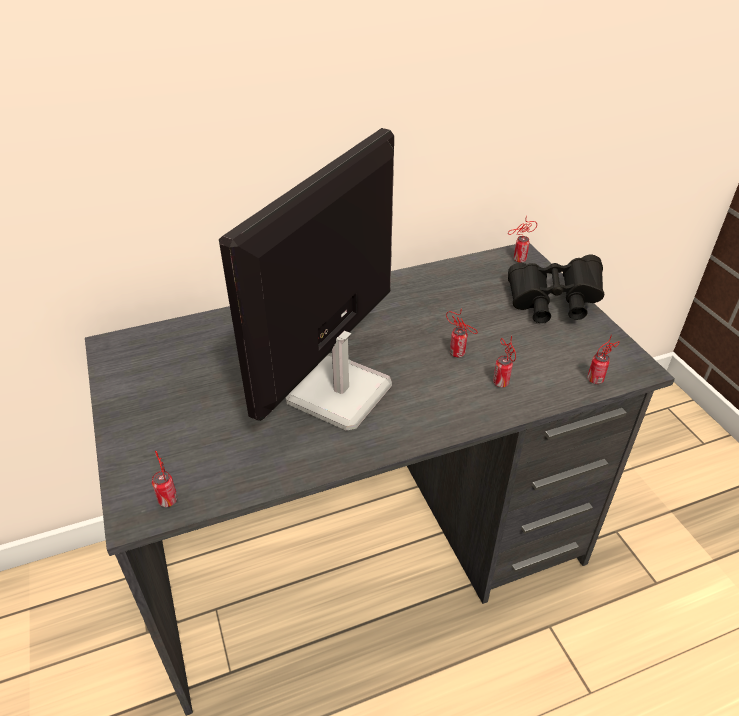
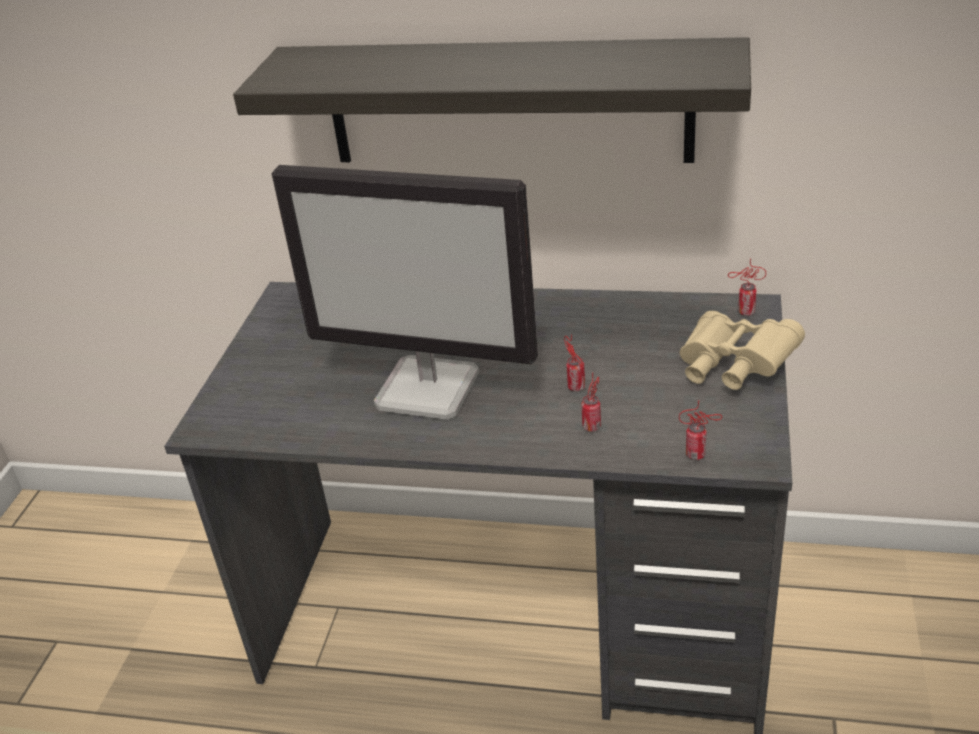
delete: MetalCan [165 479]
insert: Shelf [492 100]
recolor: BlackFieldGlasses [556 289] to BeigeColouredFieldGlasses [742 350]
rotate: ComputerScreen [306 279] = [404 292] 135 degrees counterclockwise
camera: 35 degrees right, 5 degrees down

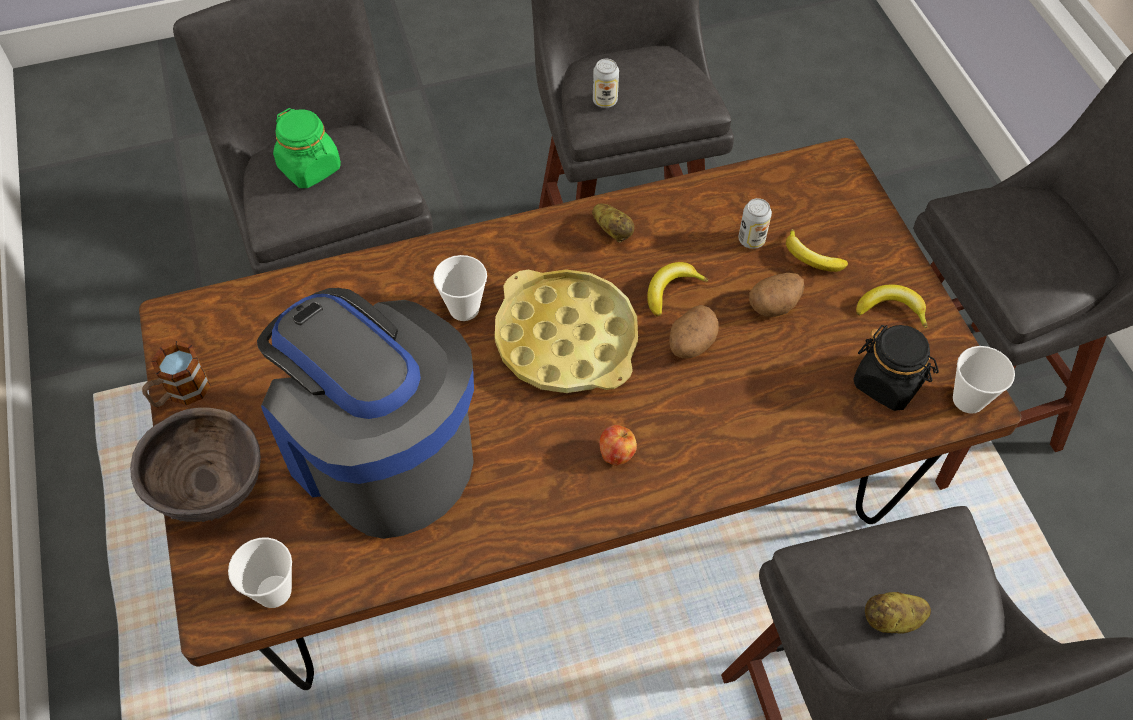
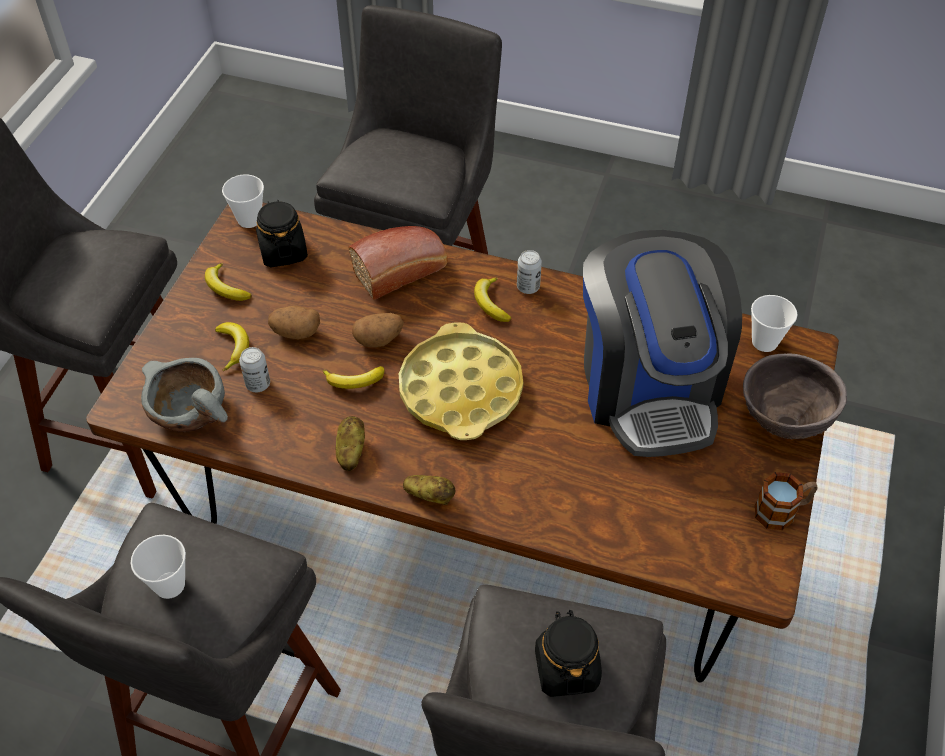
insert: GreyishBowl [184 395]; BakeryBread [398 263]
move: DrinkingCup [460 288] to [158 567]; Spud [898 613] to [429 490]; MetalCan [606 83] to [529 272]
replace: Apple [618 445] to WholeBanana [493 299]
recolor: GreenColouredJar [307 148] to BlackJar [568 653]
camera: 145 degrees left, 5 degrees down

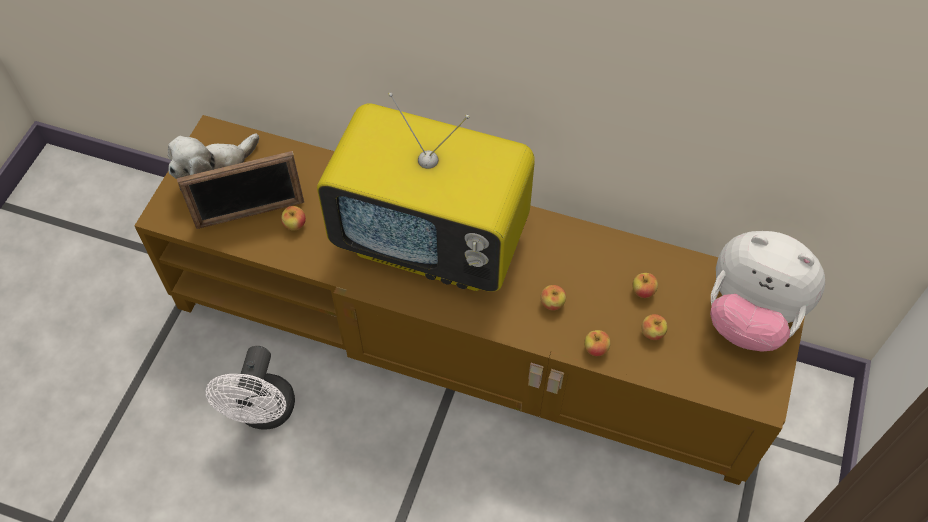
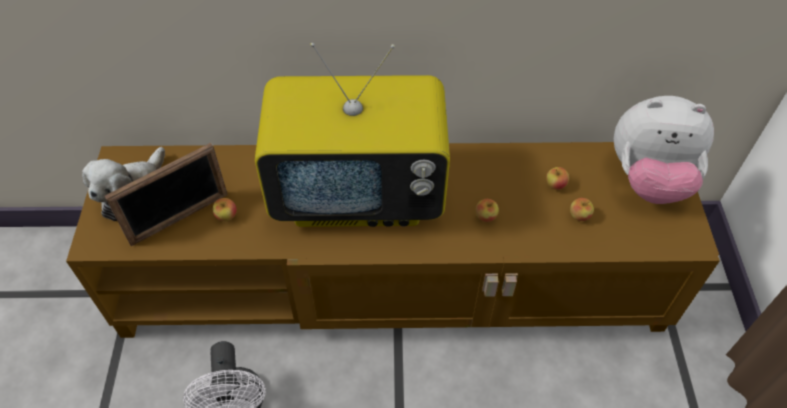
delete: Apple [597 343]
camera: 20 degrees left, 5 degrees down

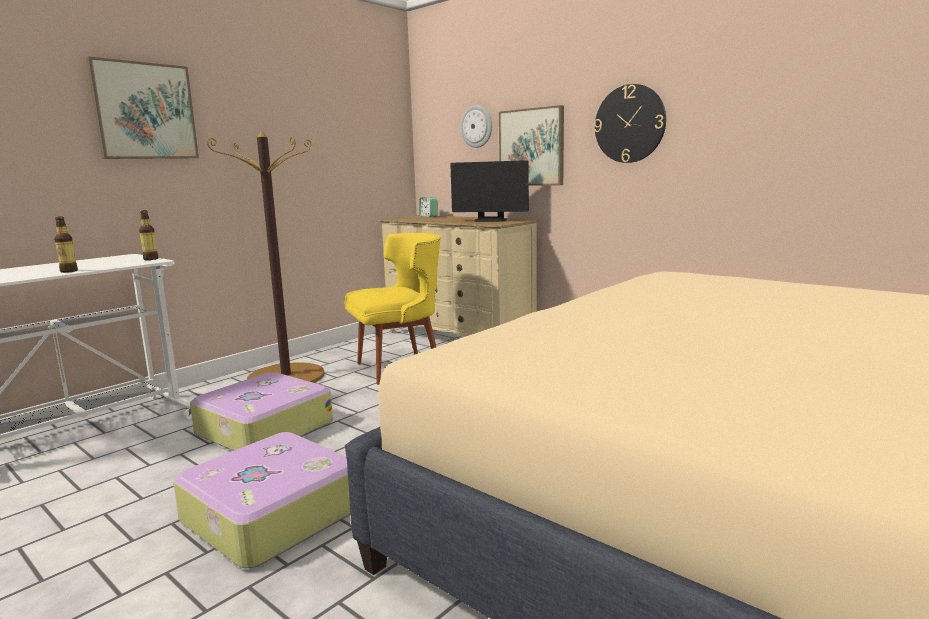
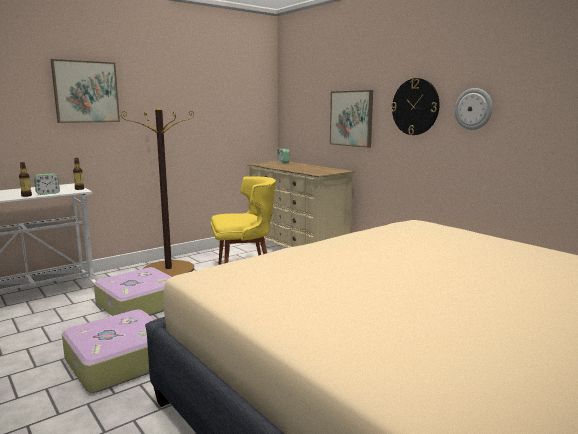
delete: ComputerScreen [489 191]
insert: BedsideClock [47 184]
move: ClockOnTheWall [476 126] to [474 109]
camera: 10 degrees right, 0 degrees up

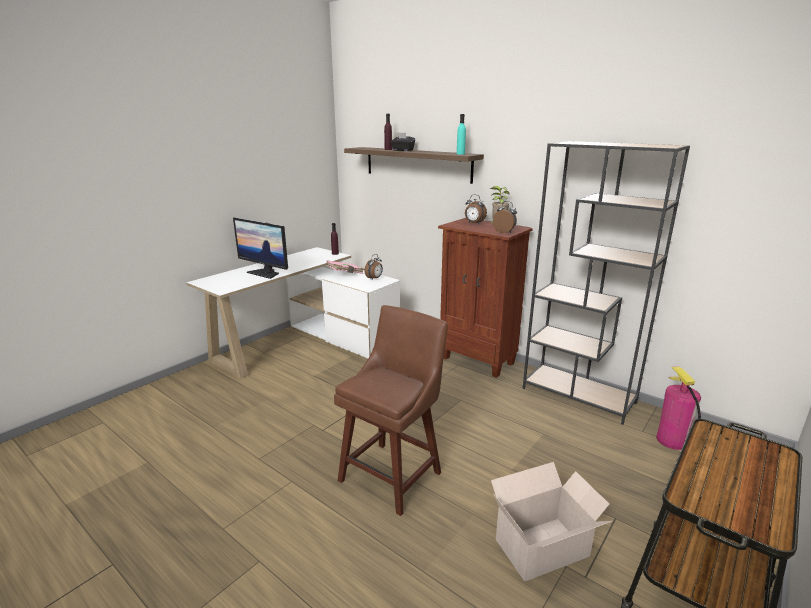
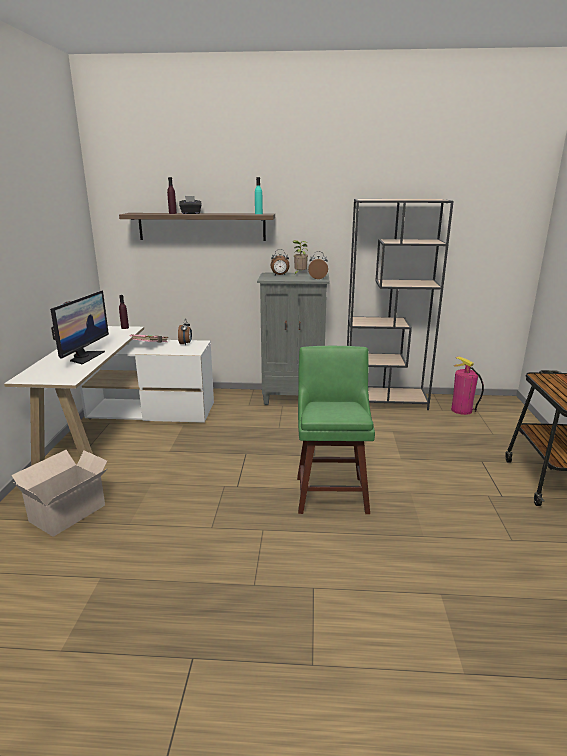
move: PackingBox [551 521] to [59 493]
recolor: BrownishCabinet [485 298] to GreyishCabinet [293 338]; BrownishUprightChair [391 410] to GreenColouredUprightChair [336 430]
rotate: ComputerScreen [260 248] = [79 327] 75 degrees counterclockwise
camera: 35 degrees left, 0 degrees up

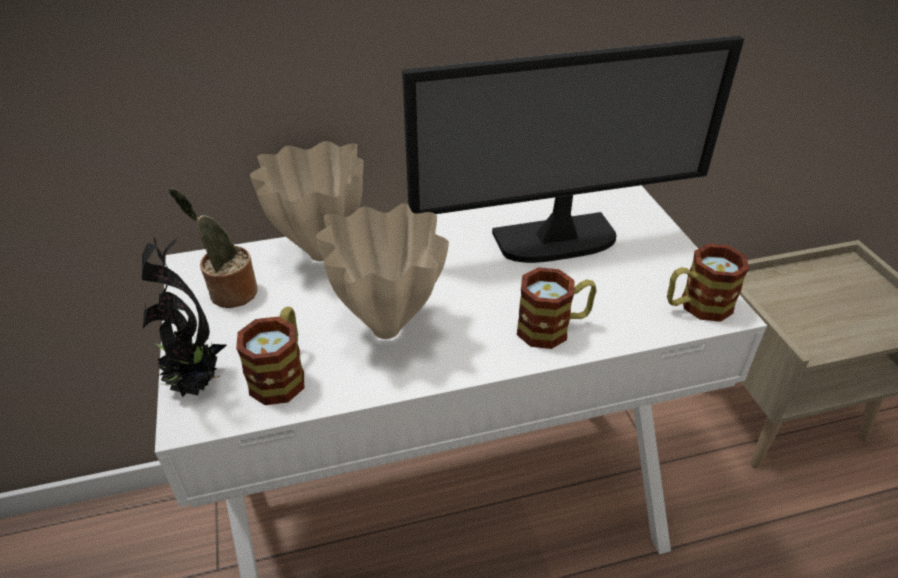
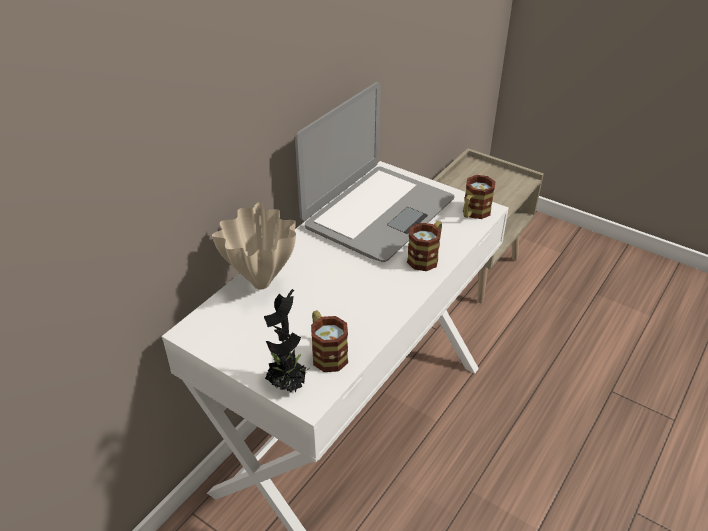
delete: Houseplant [213 248]; BeigeColouredFlowerVase [382 271]
replace: ComputerScreen [573 149] to NotebookComputer [374 172]
camera: 40 degrees left, 0 degrees up

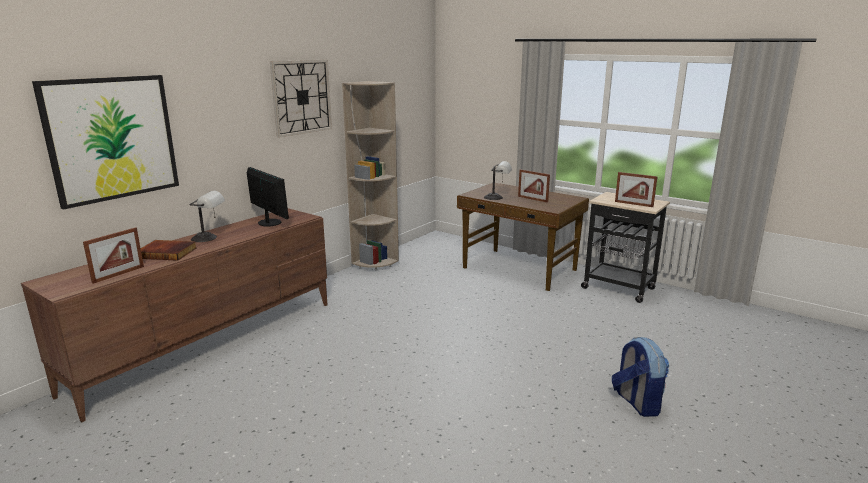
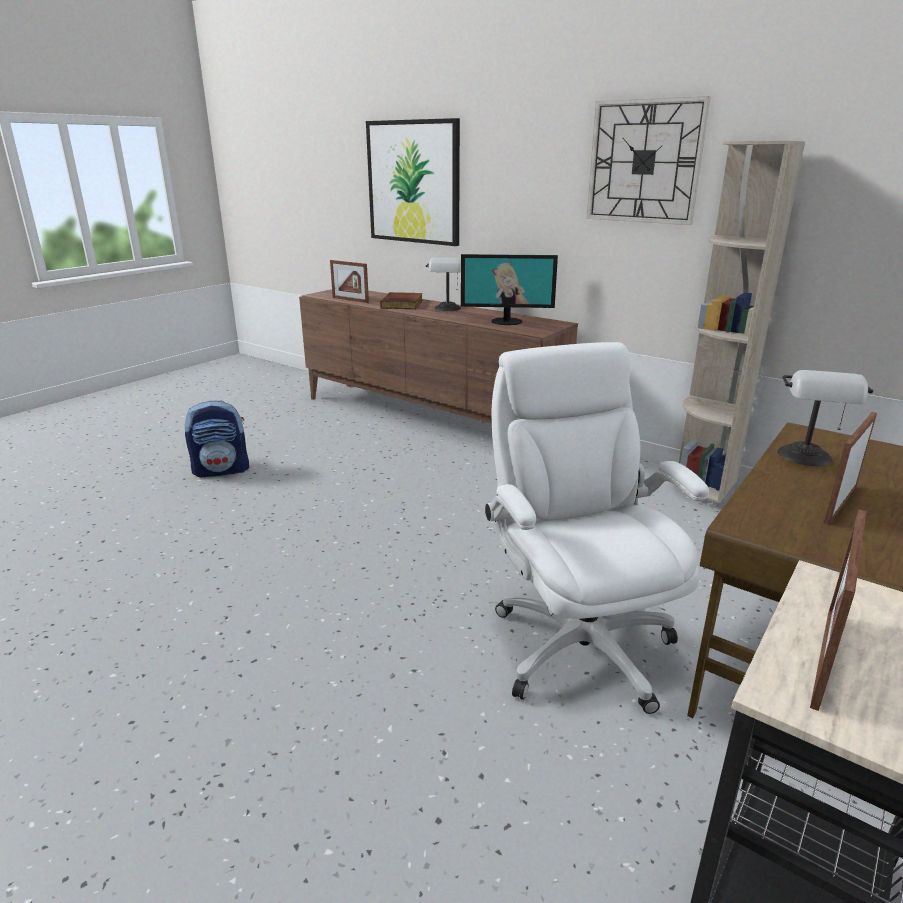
insert: WhiteOfficeChair [597 528]
move: Rucksack [641 377] to [217 438]
rotate: ComputerScreen [268 196] = [509 289] 45 degrees clockwise
camera: 90 degrees right, 5 degrees up

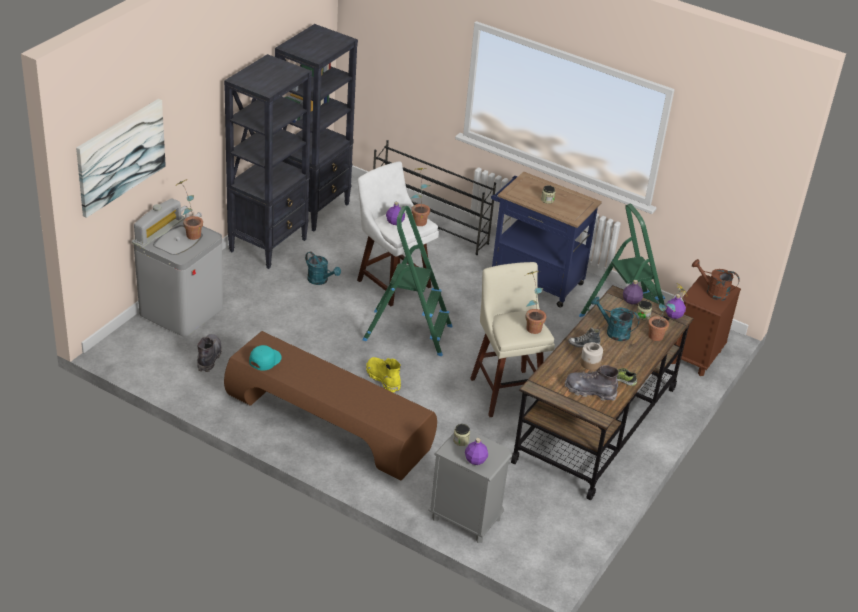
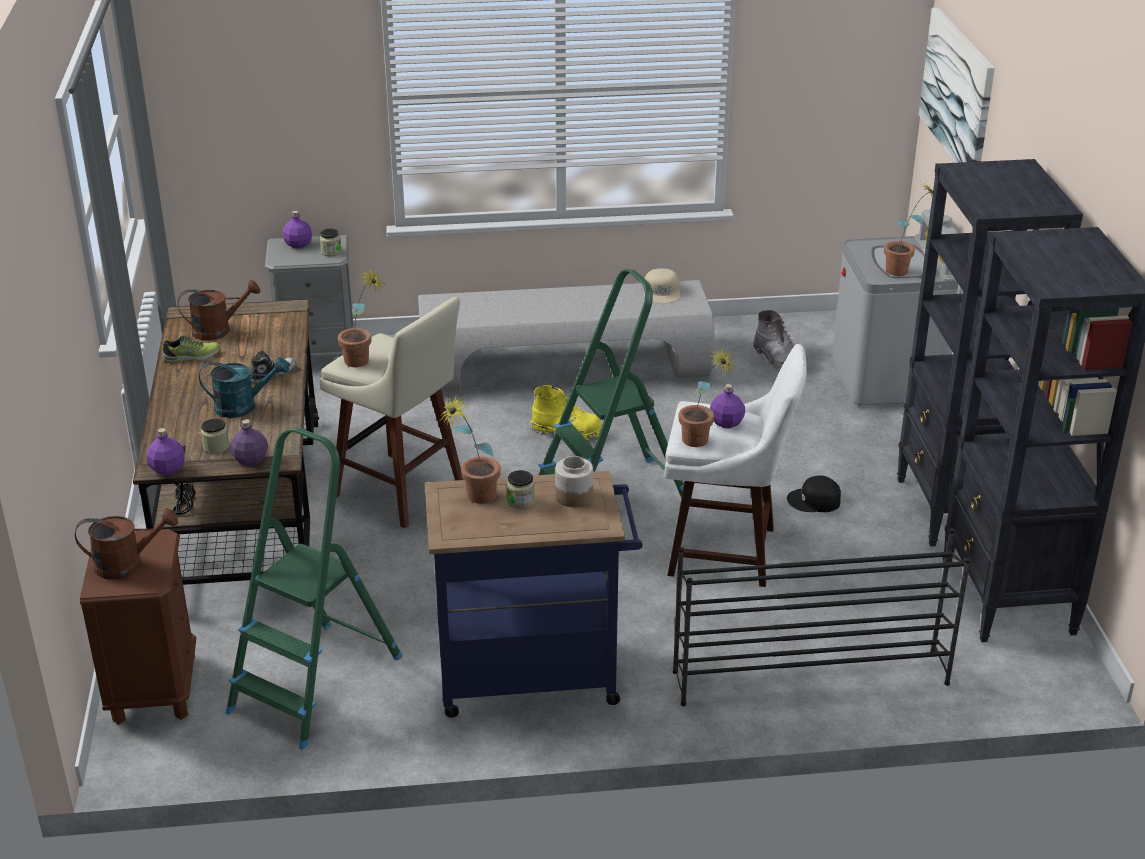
move: Houseplant [667 312] to [470 449]; Jar [591 356] to [574 481]
replace: GreyishHighTopBoot [591 383] to BrownishWateringCan [218 310]; TurquoiseColouredWateringCan [323 268] to BlackCap [814 493]
recolor: BrownishIndoorBench [330 405] to GreyishIndoorBench [566 336]; TurquoiseColouredCap [265 358] to BeigeColouredCap [662 285]
camera: 145 degrees right, 5 degrees down

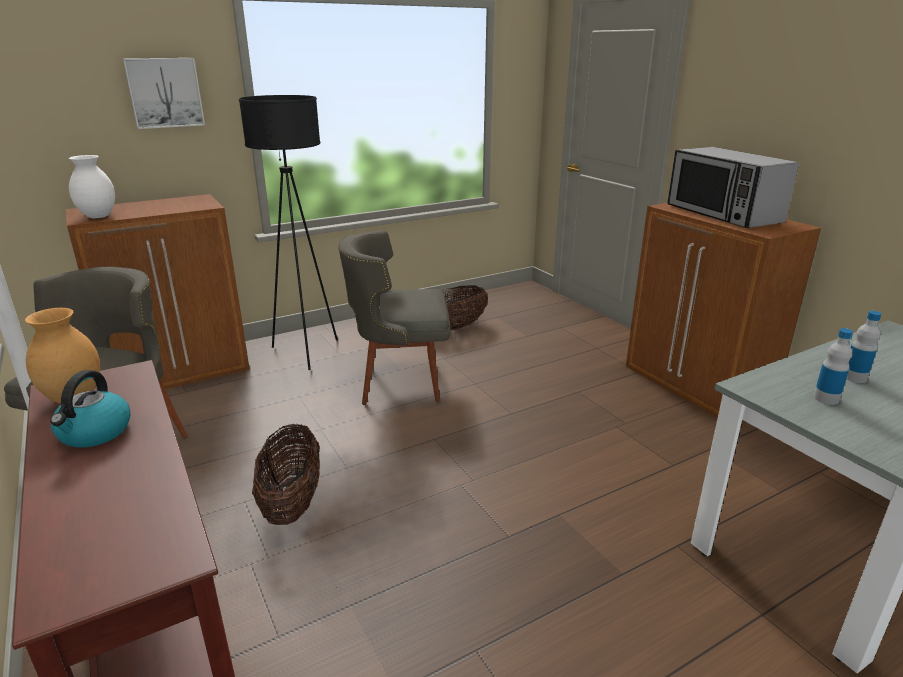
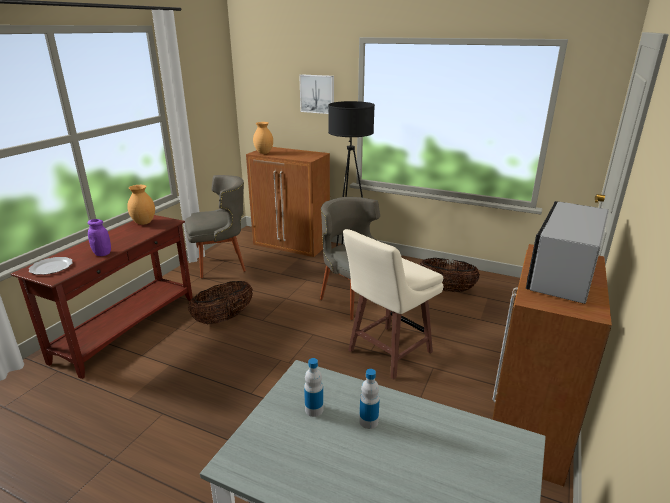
delete: WaterKettle [90 409]
insert: FlatDish [51 266]; PurpleJar [99 237]; BeigeColouredStoolSeat [393 304]
recolor: WhiteFlowerVase [92 186] to BrownishFlowerVase [263 138]
camera: 55 degrees right, 0 degrees up

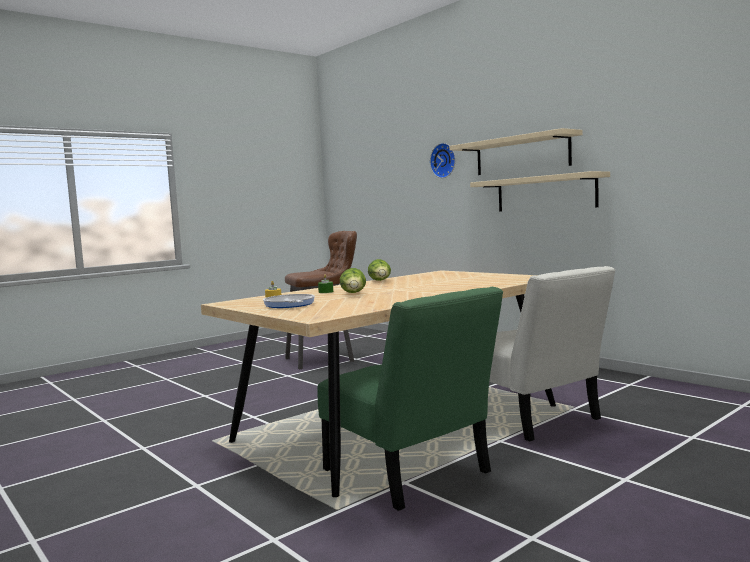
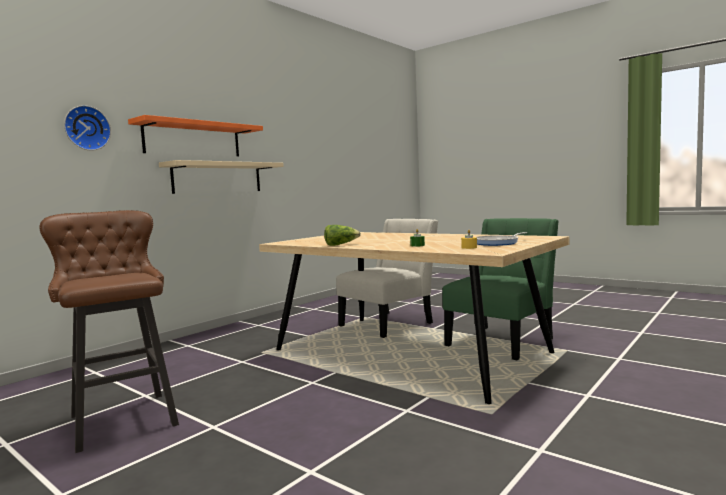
delete: LettuceHead [353 280]
recolor: BeigeColouredShelf [515 151] to OrangeShelf [195 135]
camera: 100 degrees left, 0 degrees up

